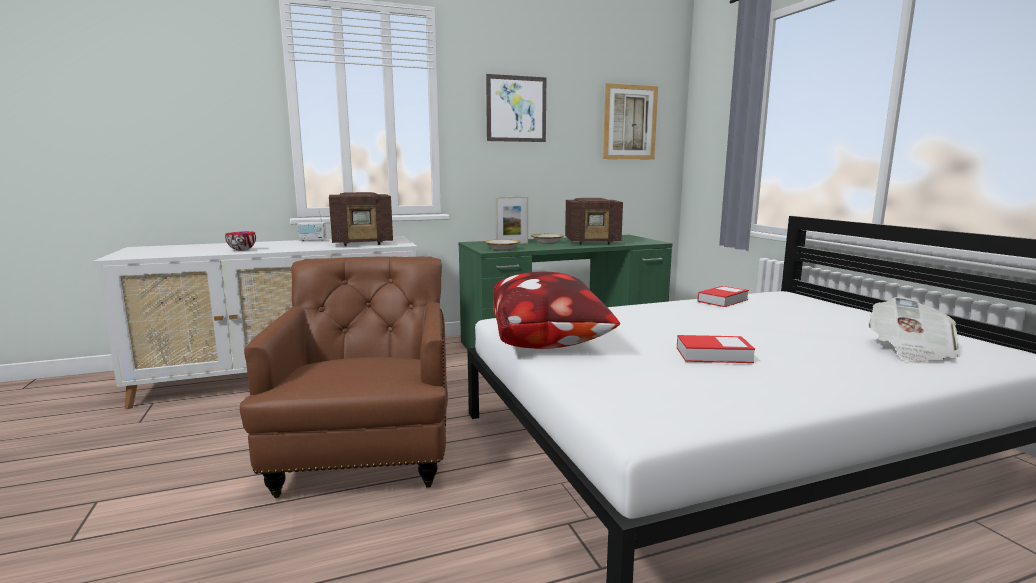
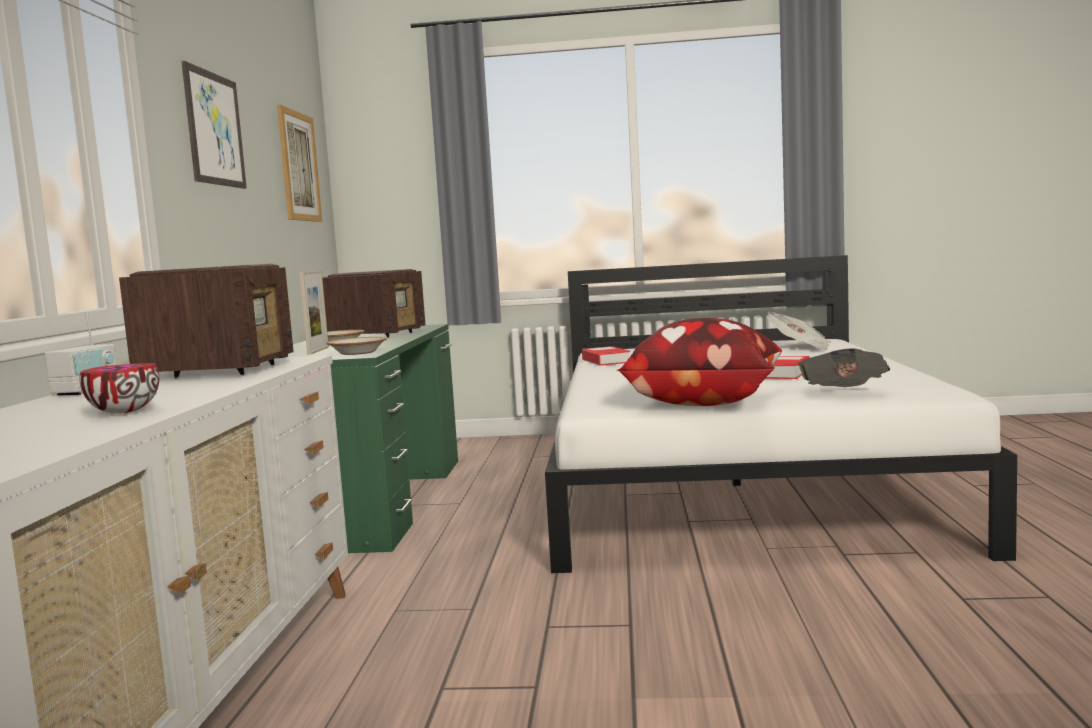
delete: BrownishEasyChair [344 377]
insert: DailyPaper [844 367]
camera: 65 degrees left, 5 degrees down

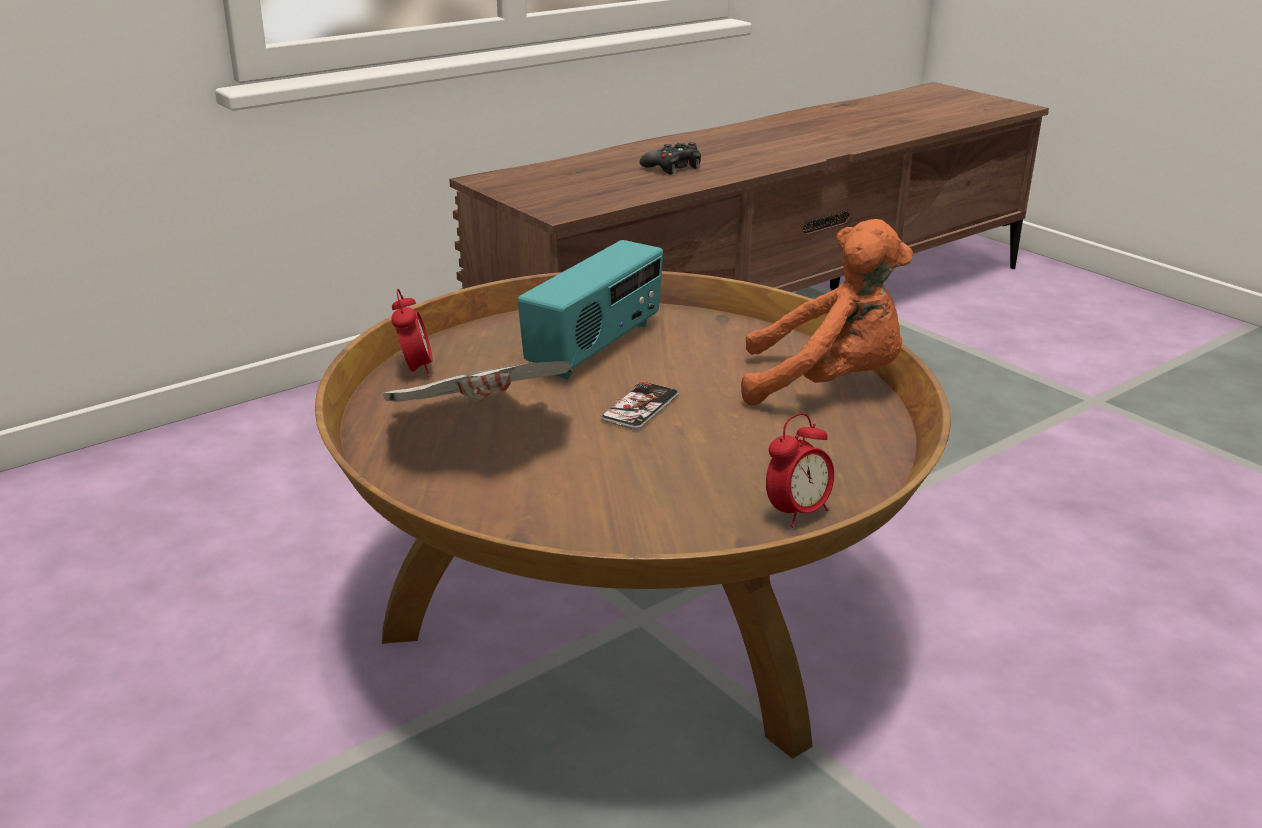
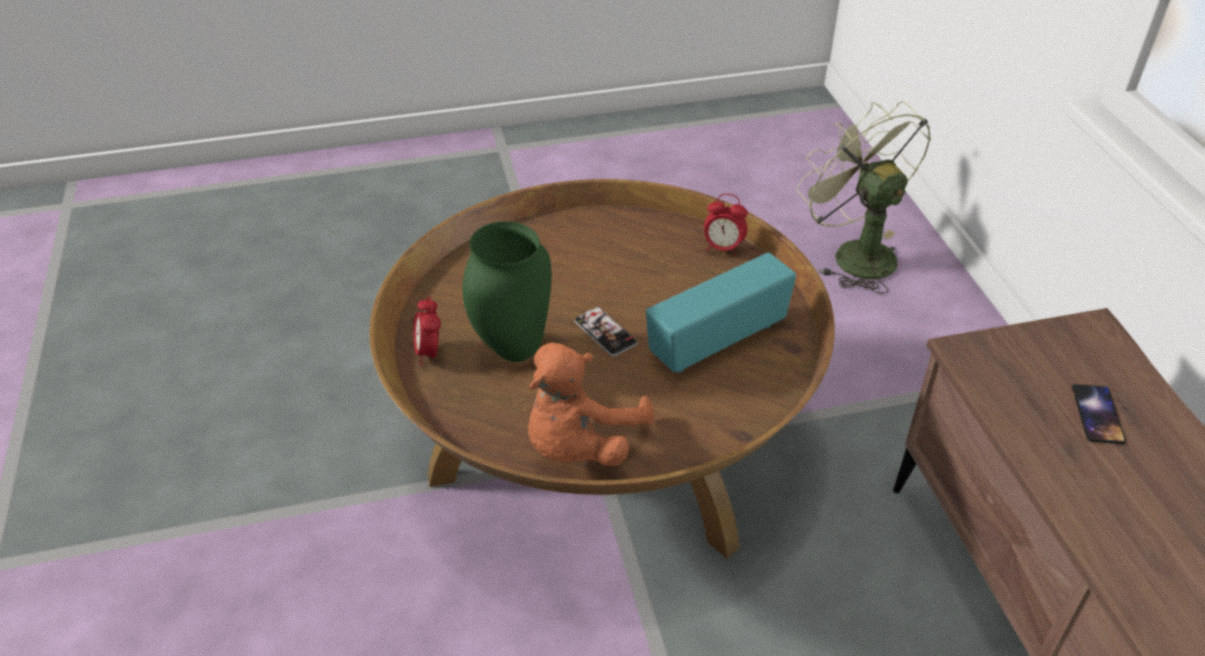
delete: DailyPaper [477 381]; BlackJoypad [670 158]
insert: GreenColouredFlowerVase [507 291]; GreenColouredFan [863 197]; Telephone [1099 414]
rotate: Radio [590 309] = [721 312] 90 degrees clockwise
camera: 115 degrees right, 15 degrees up

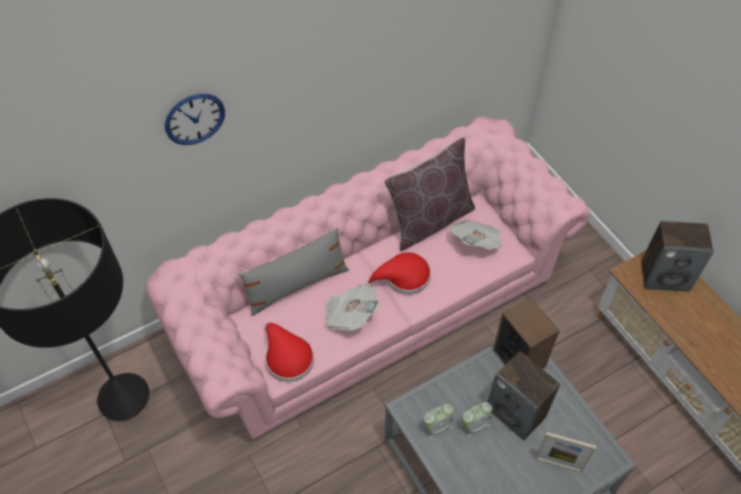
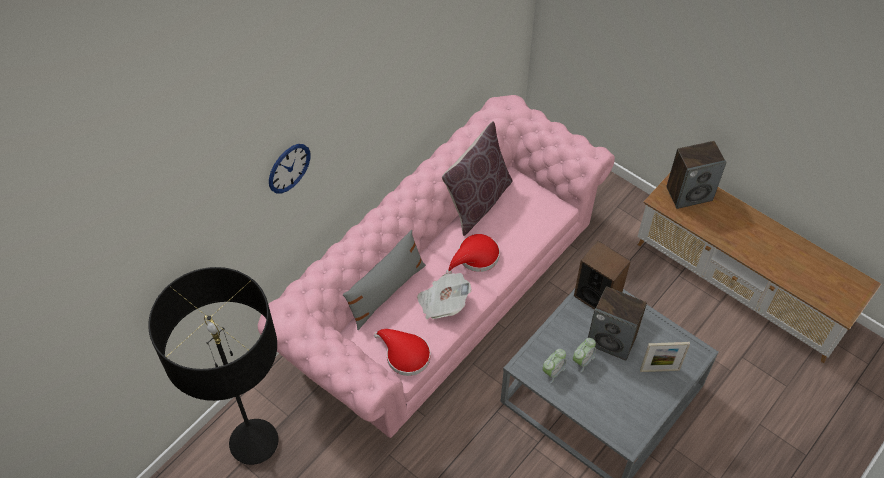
delete: DailyPaper [477 234]
camera: 20 degrees left, 0 degrees up

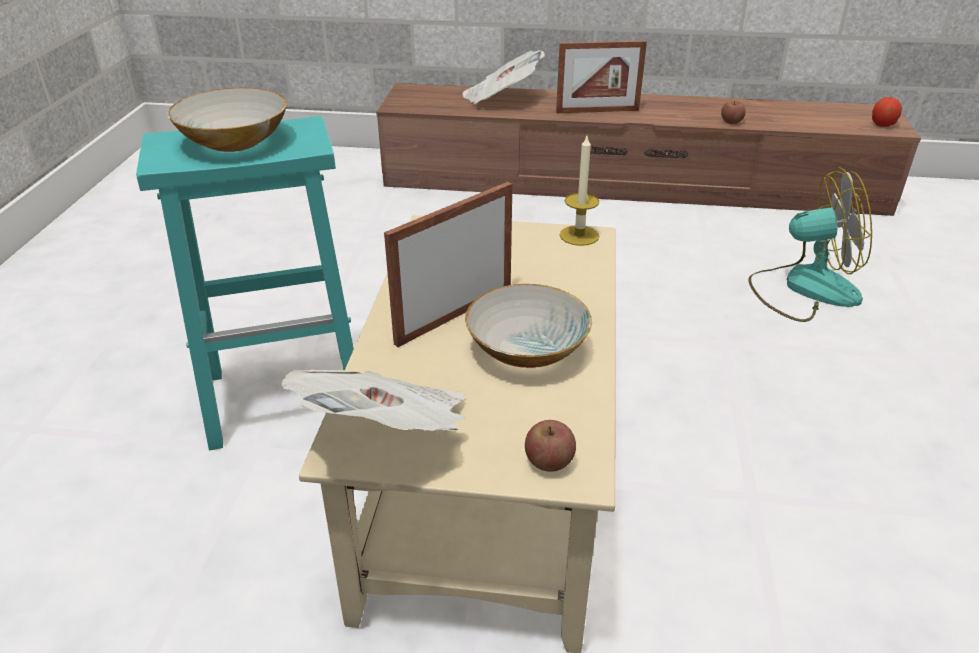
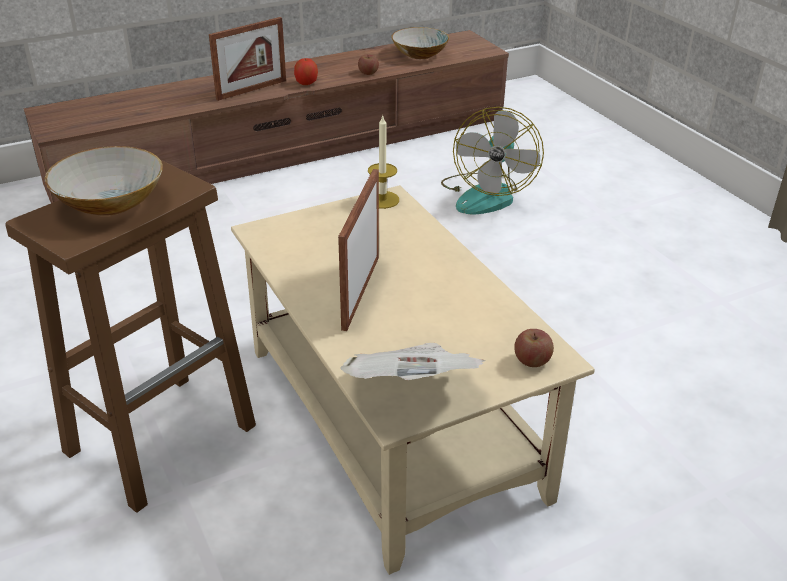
delete: DailyPaper [503 77]
move: Apple [887 112] to [306 71]; Bowl [528 326] to [420 43]
recolor: TurquoiseColouredStoolSeat [245 283] to BrownishStoolSeat [130 336]
rotate: Fan [810 244] = [492 160] 135 degrees clockwise
camera: 35 degrees left, 0 degrees up

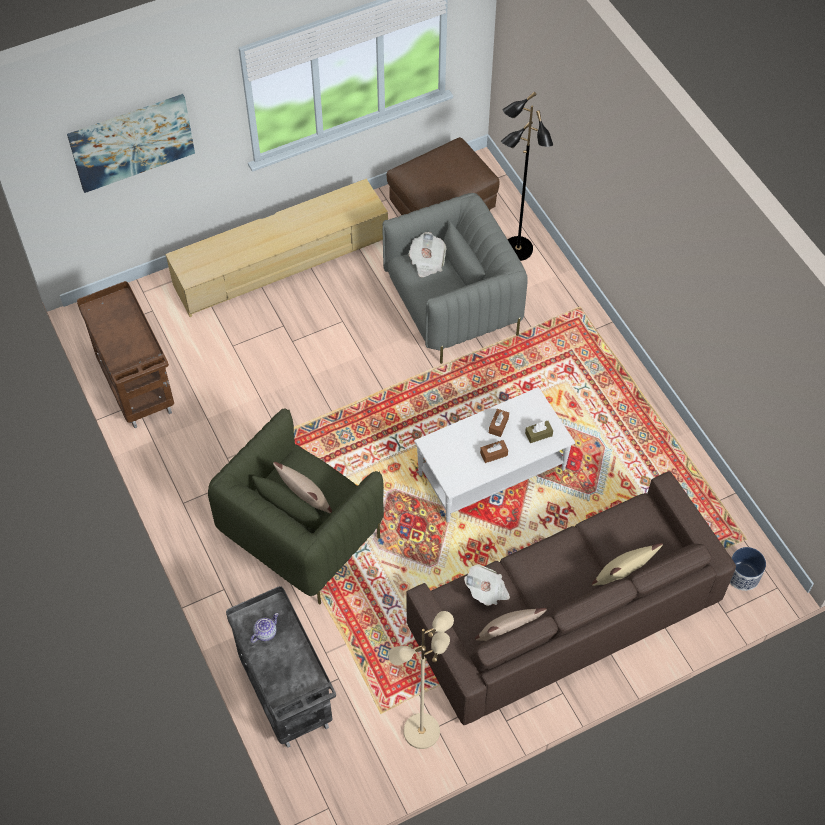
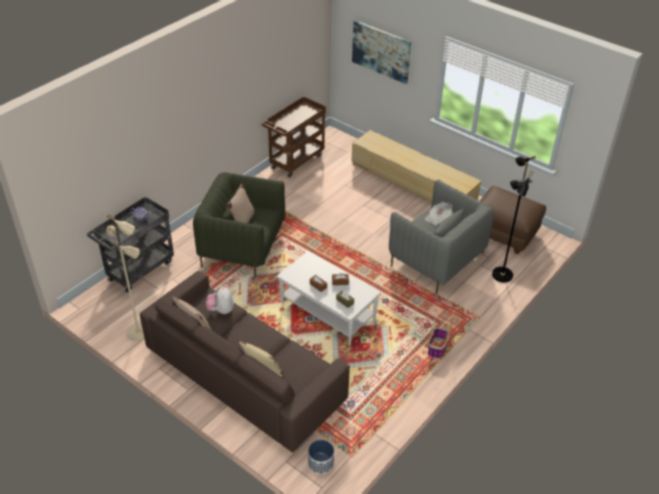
insert: StorageBasket [439 339]
replace: DailyPaper [487 585] to CuddlyToy [220 300]
camera: 65 degrees right, 15 degrees down

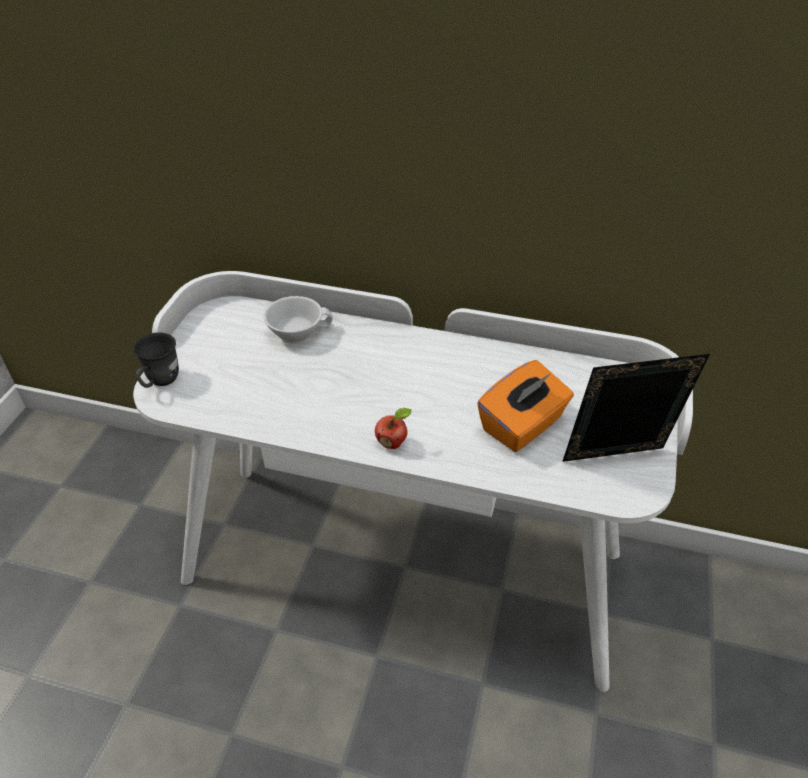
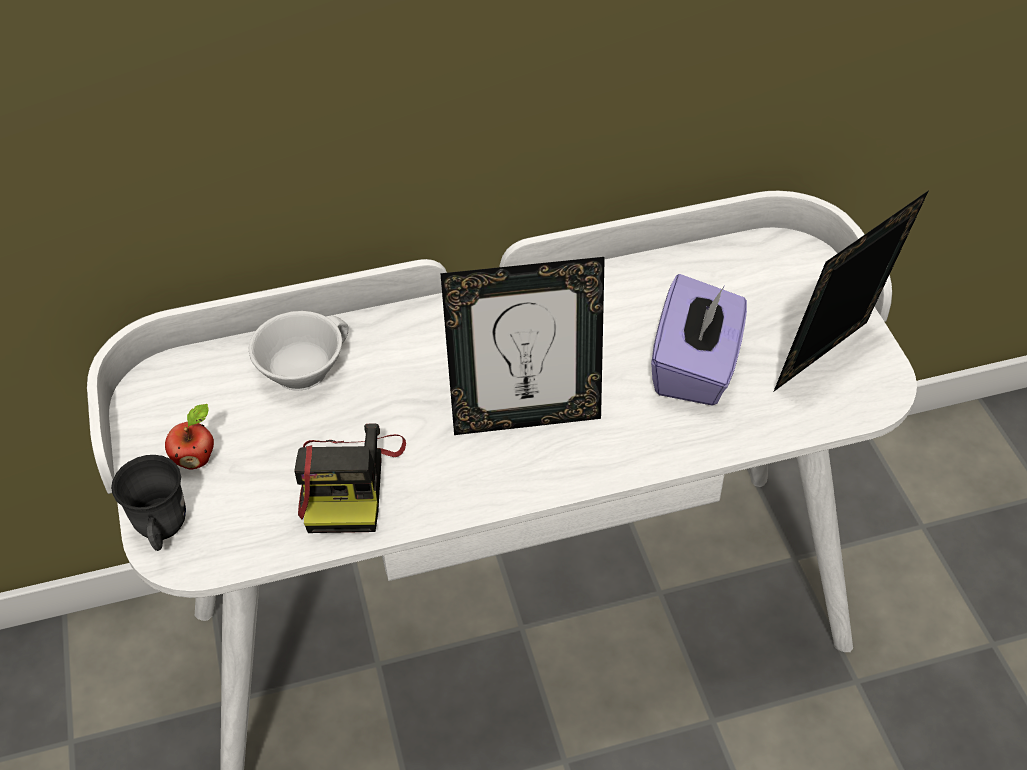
insert: PhotoCamera [350 478]; PhotoFrame [522 346]
move: Apple [393 428] to [189 437]
recolor: OrangeTissueBox [525 406] to PurpleTissueBox [699 340]
camera: 30 degrees left, 5 degrees up

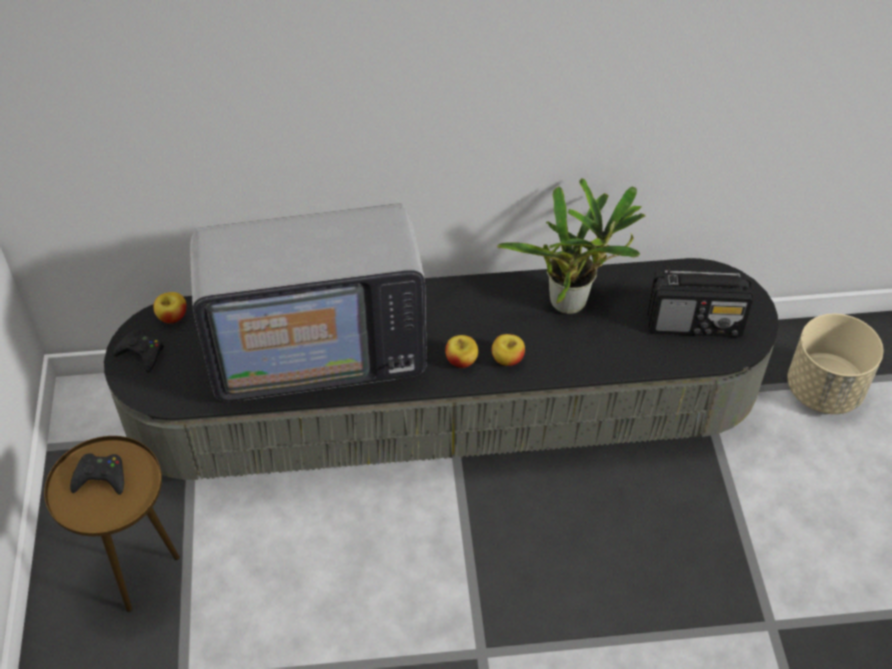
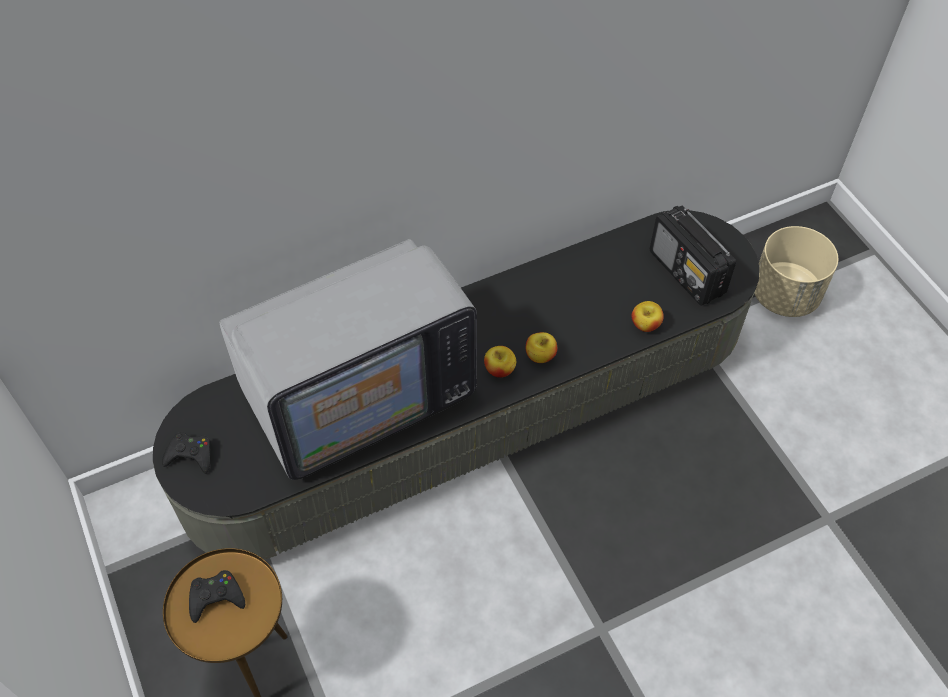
delete: Houseplant [571 246]
move: Apple [170 308] to [648 316]
rotate: Radio [700 303] = [693 256] 75 degrees clockwise
camera: 20 degrees left, 5 degrees up

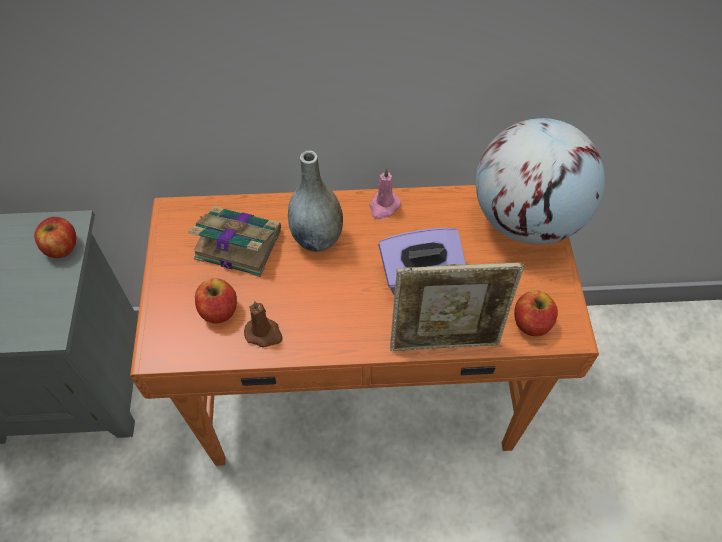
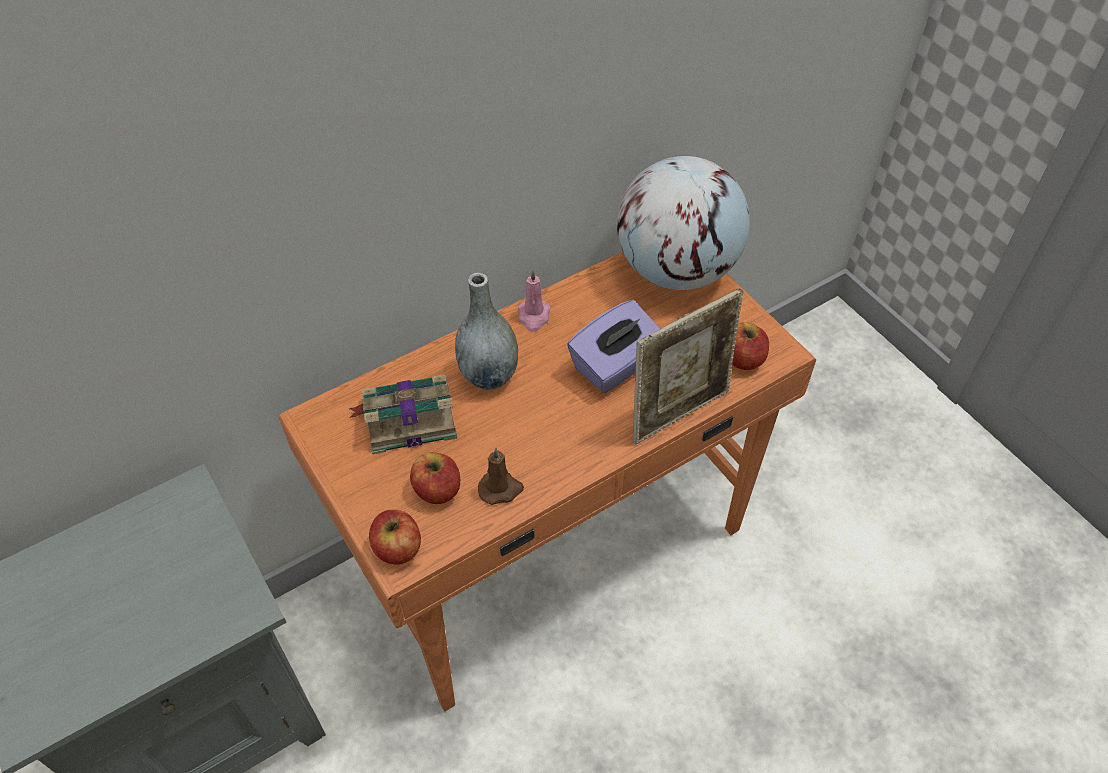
move: Apple [55 237] to [395 537]
camera: 30 degrees left, 5 degrees down

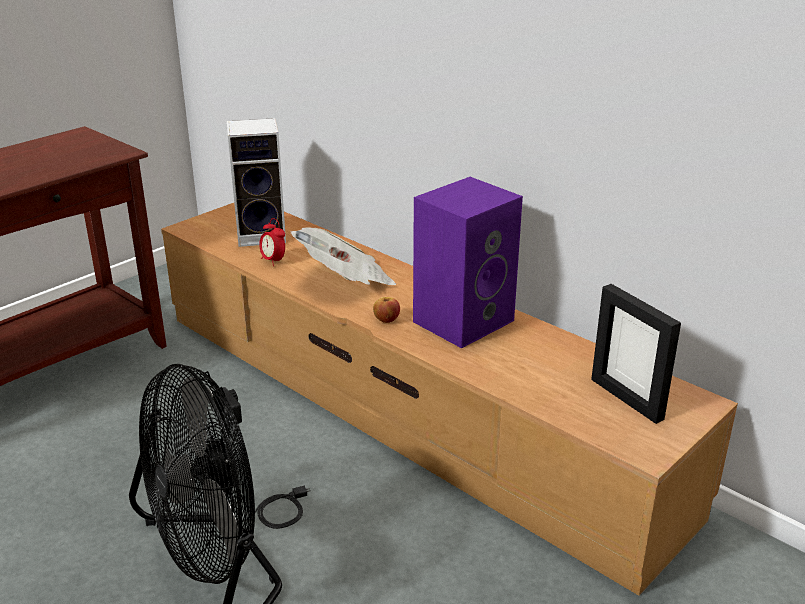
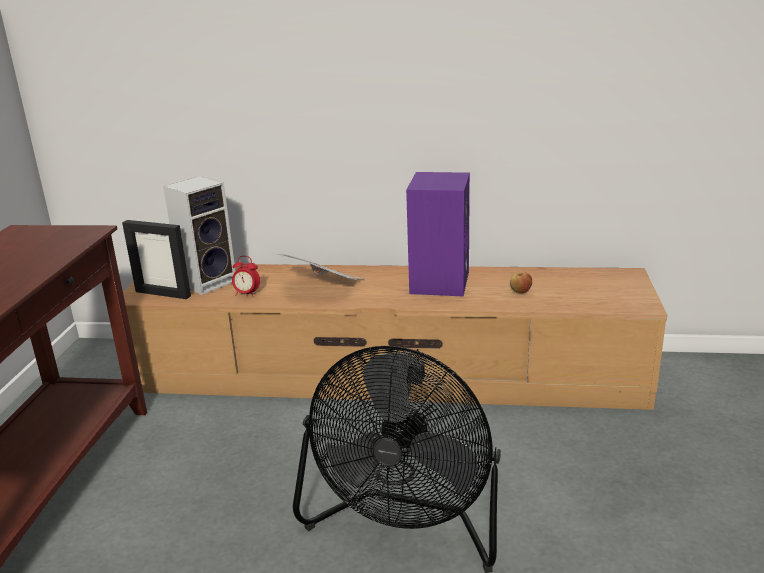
move: PhotoFrame [636 354] to [156 259]; Apple [386 310] to [521 282]
camera: 35 degrees left, 5 degrees down

